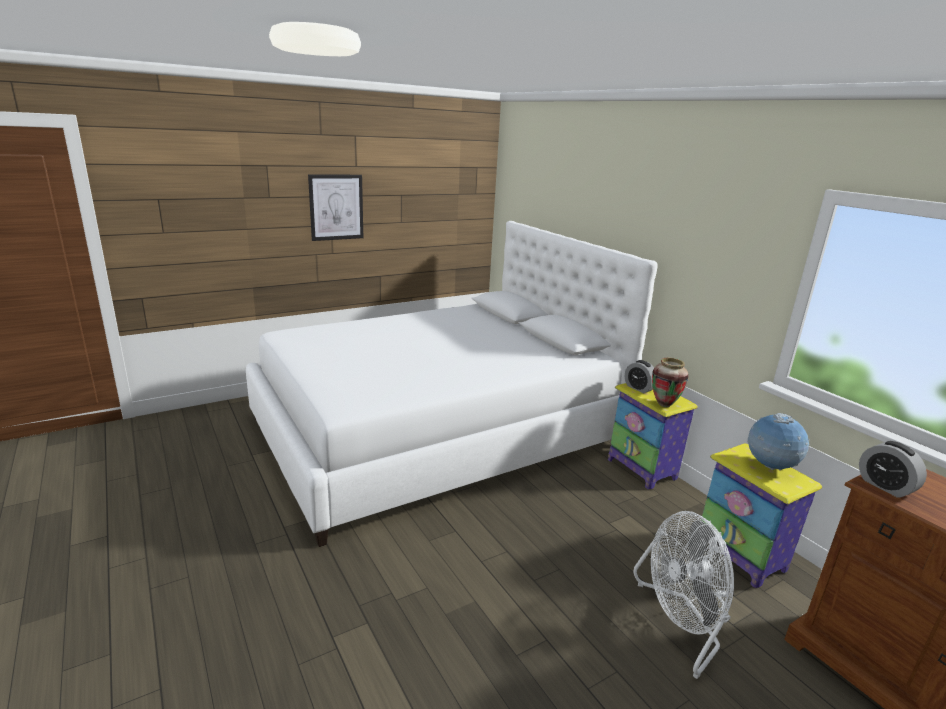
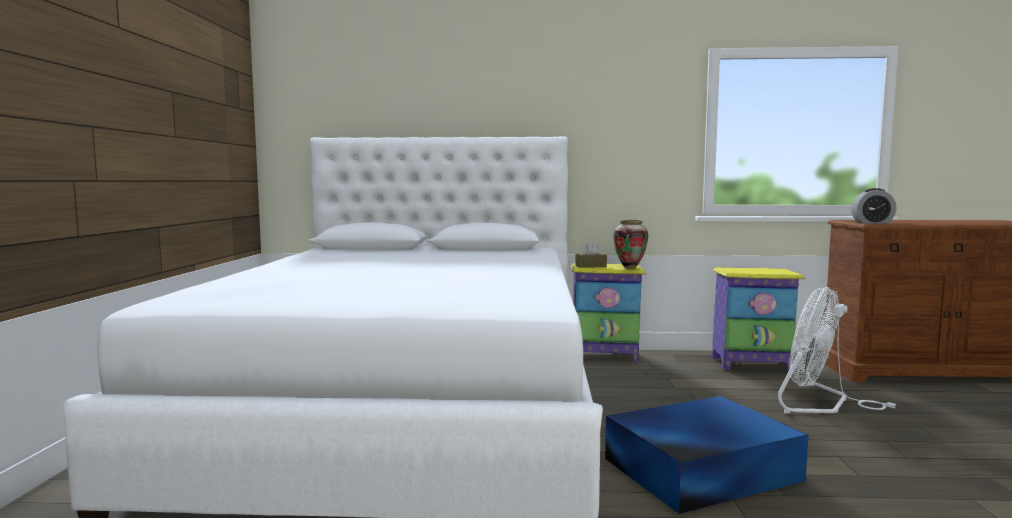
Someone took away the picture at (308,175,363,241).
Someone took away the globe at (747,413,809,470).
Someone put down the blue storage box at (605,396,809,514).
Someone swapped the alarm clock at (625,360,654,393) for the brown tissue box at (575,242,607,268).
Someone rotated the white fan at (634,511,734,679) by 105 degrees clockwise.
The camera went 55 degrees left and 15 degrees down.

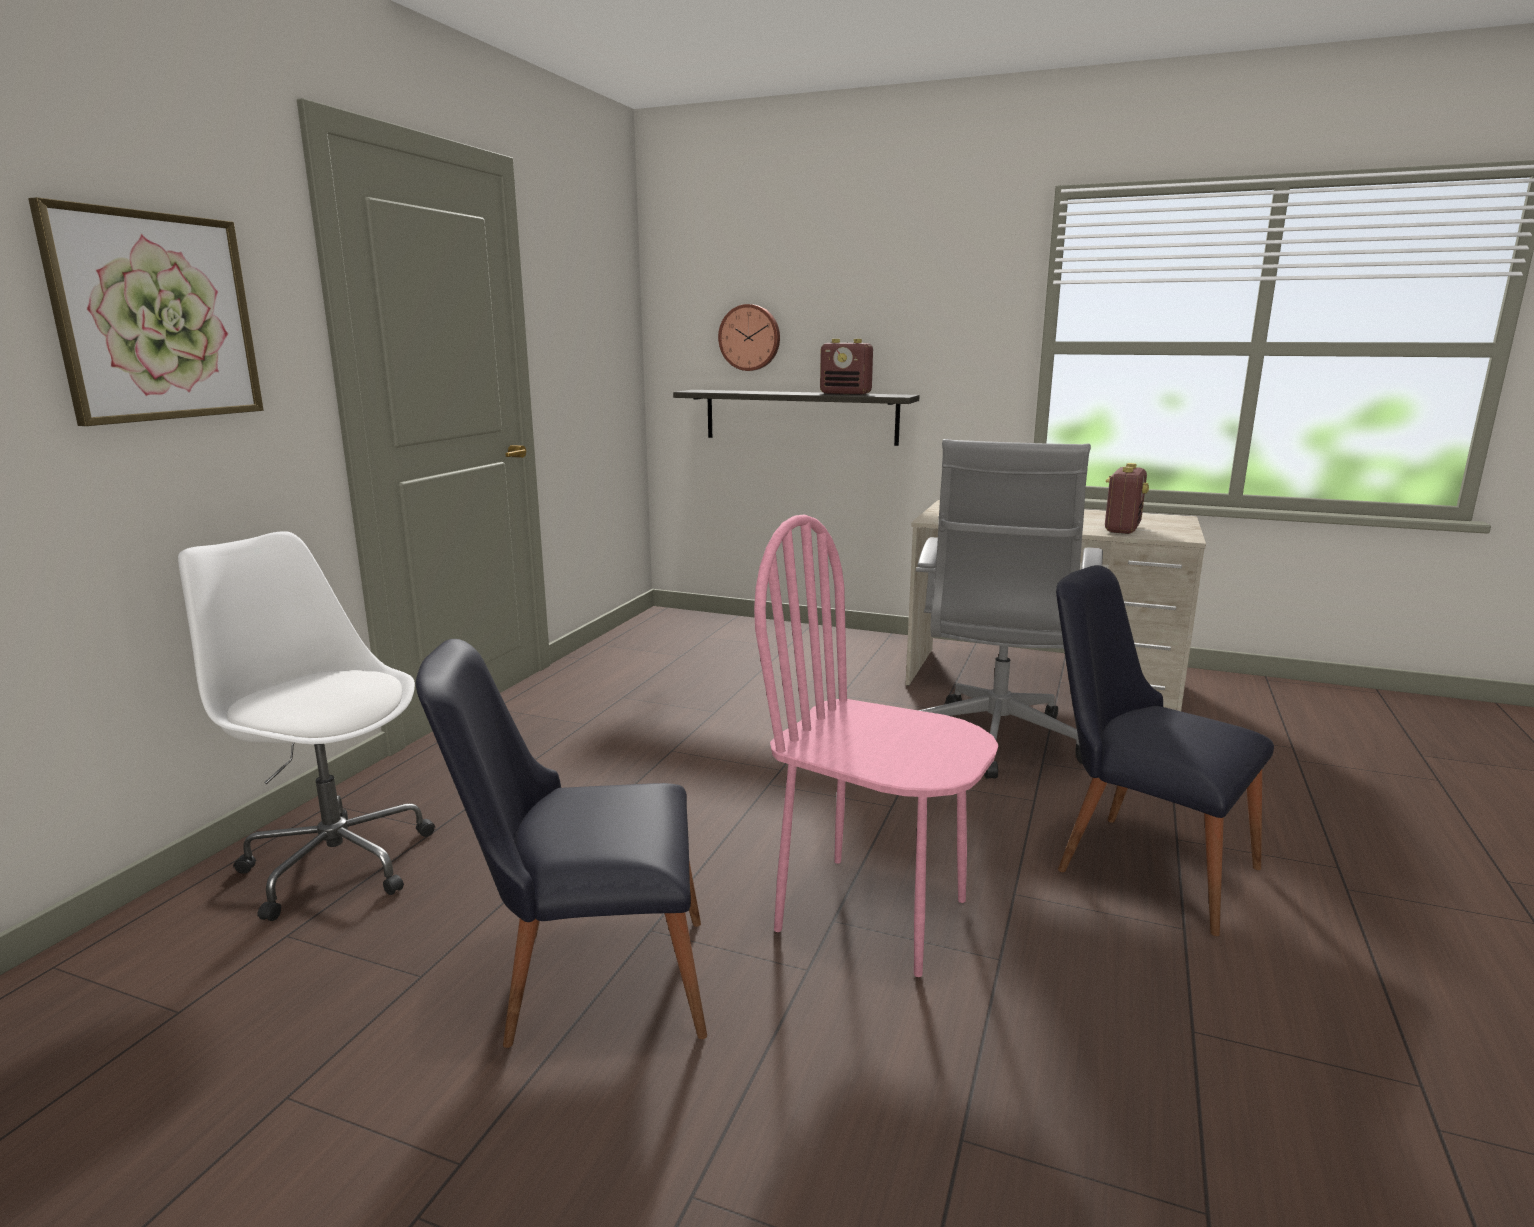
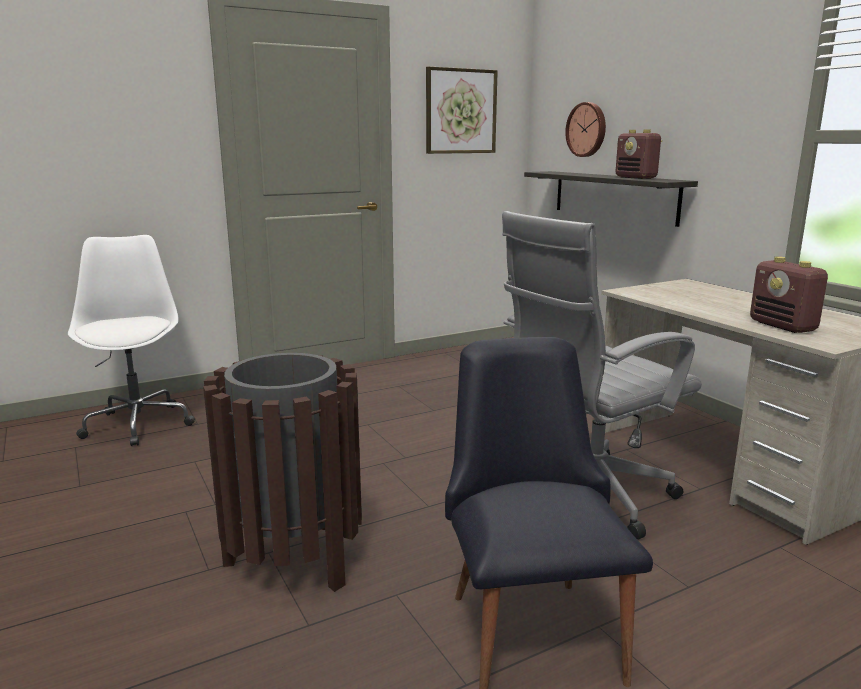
Someone took away the black chair at (416,639,707,1048).
Someone carried the picture from (28,197,264,426) to (426,66,498,154).
Someone swapped the pink chair at (754,514,999,977) for the brown trash can at (203,353,362,592).
Someone rotated the radio at (1105,463,1149,534) by 90 degrees clockwise.
The camera went 40 degrees right and 0 degrees up.

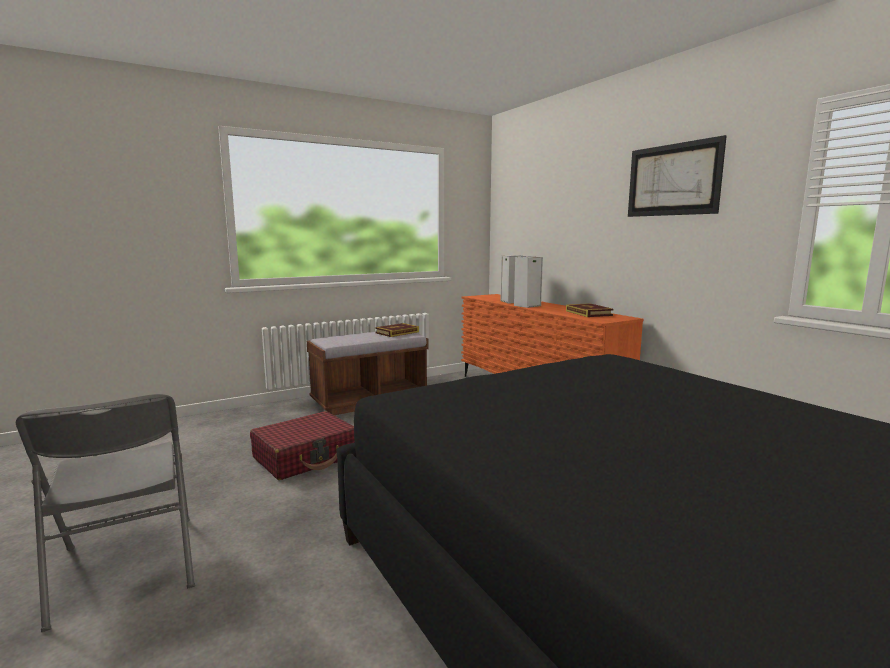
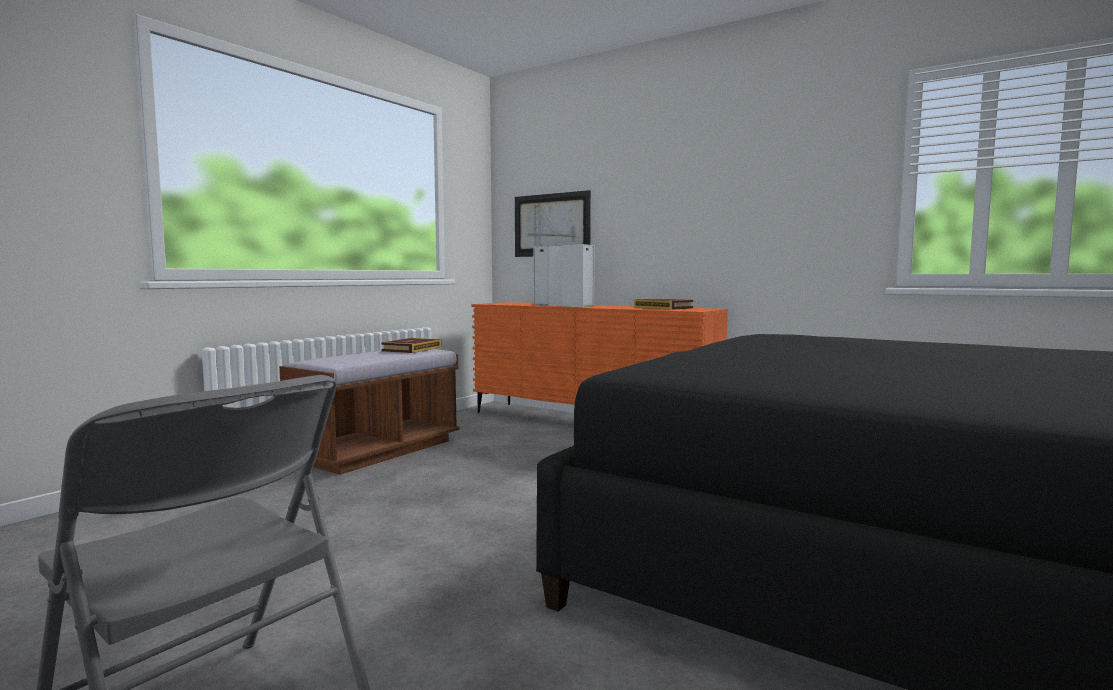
Someone took away the red suitcase at (250,411,355,480).
Someone carried the picture from (628,135,727,217) to (515,190,591,257).
The camera went 25 degrees left and 5 degrees down.

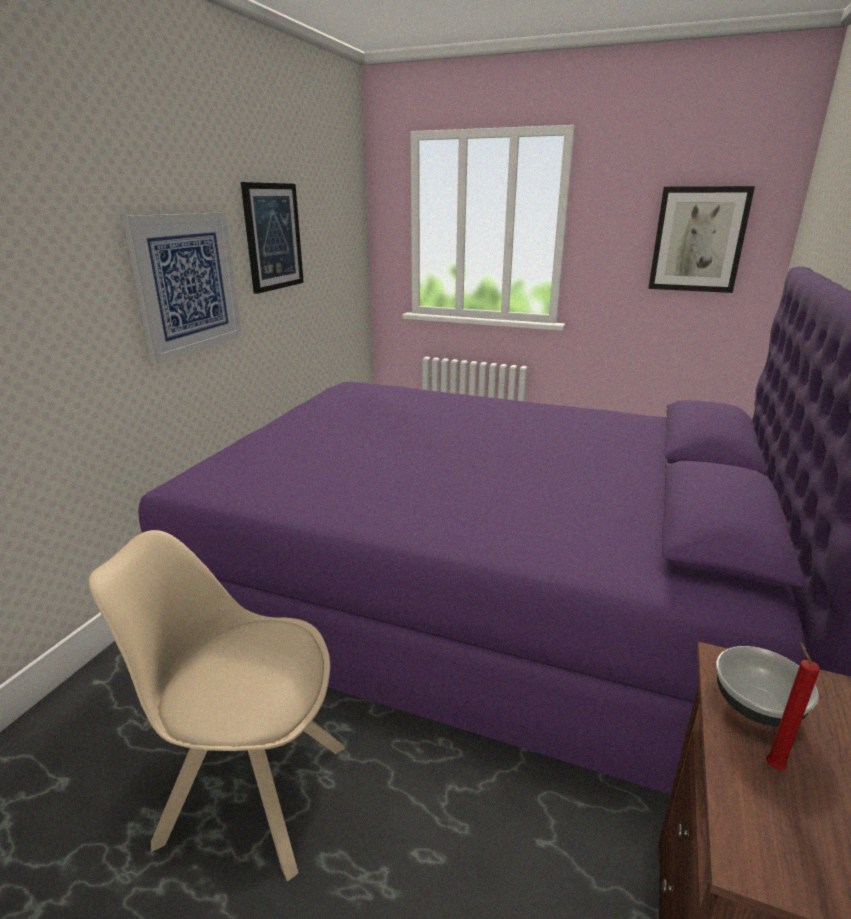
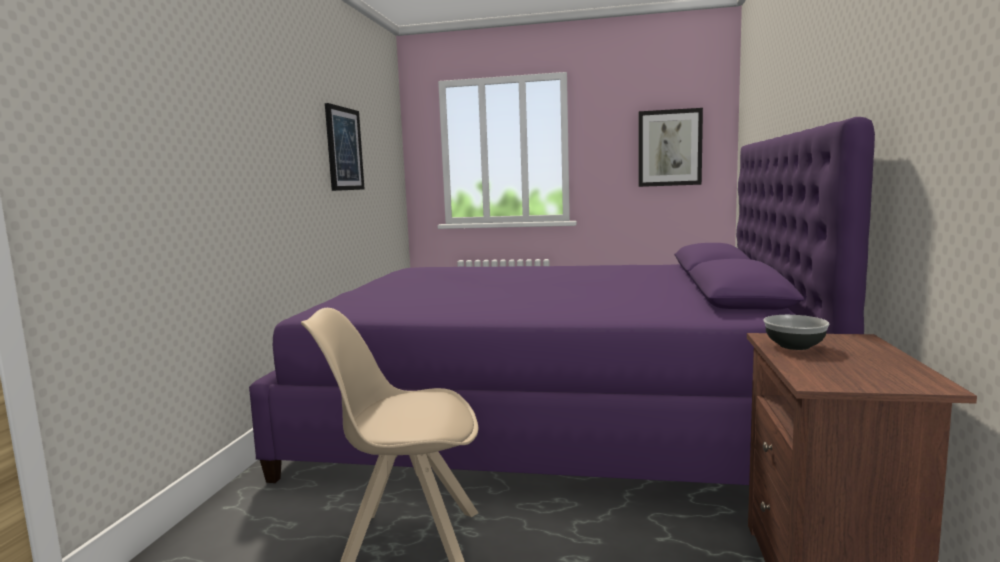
Someone took away the picture at (122,212,242,364).
Someone took away the red candle at (766,641,820,770).
The camera went 10 degrees left and 15 degrees down.

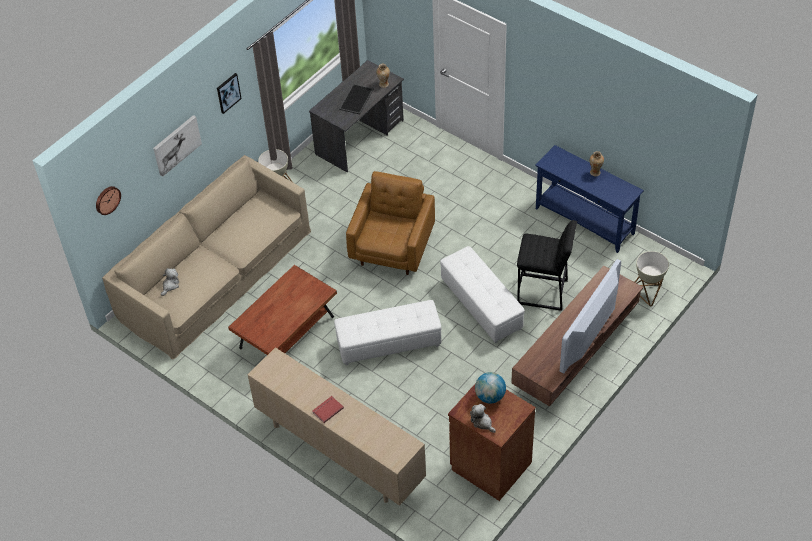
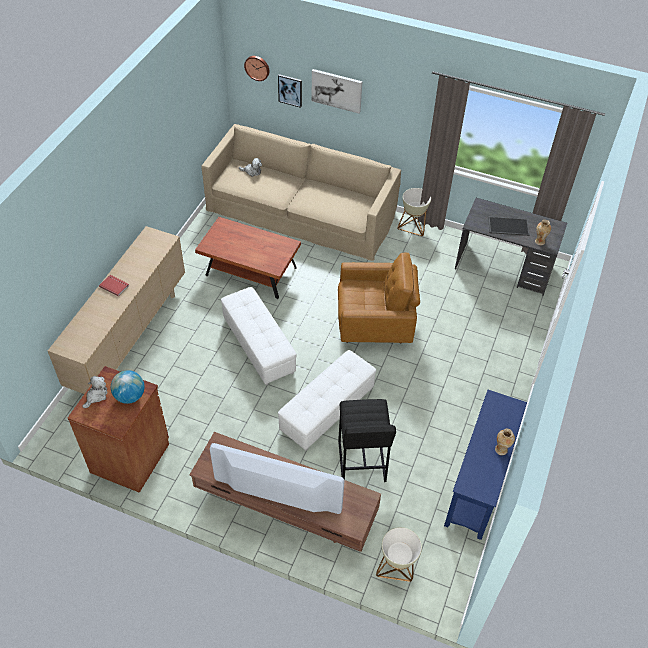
Someone carried the picture from (217,73,242,114) to (278,74,302,108).
The camera went 70 degrees right and 0 degrees up.

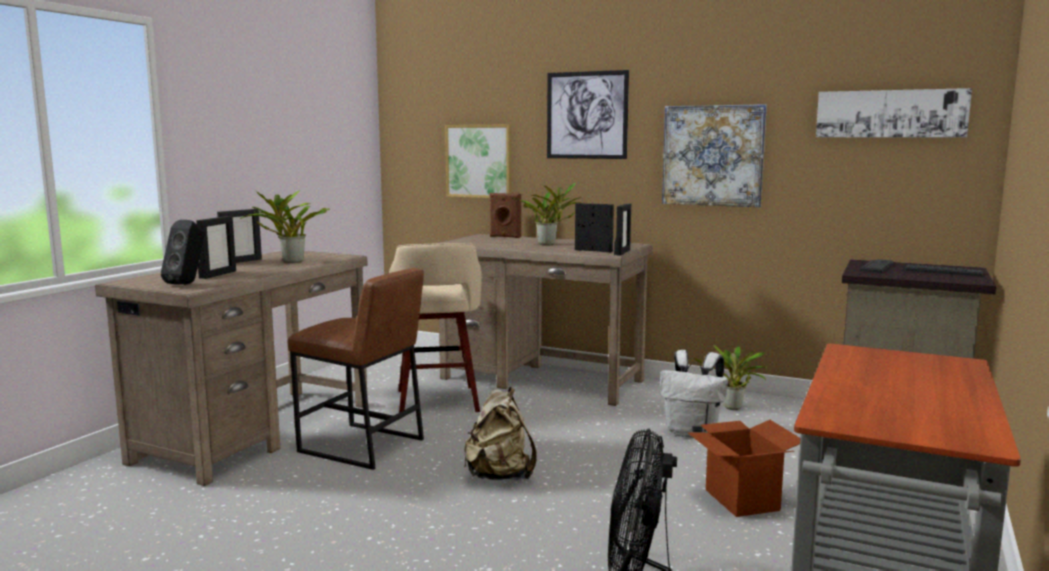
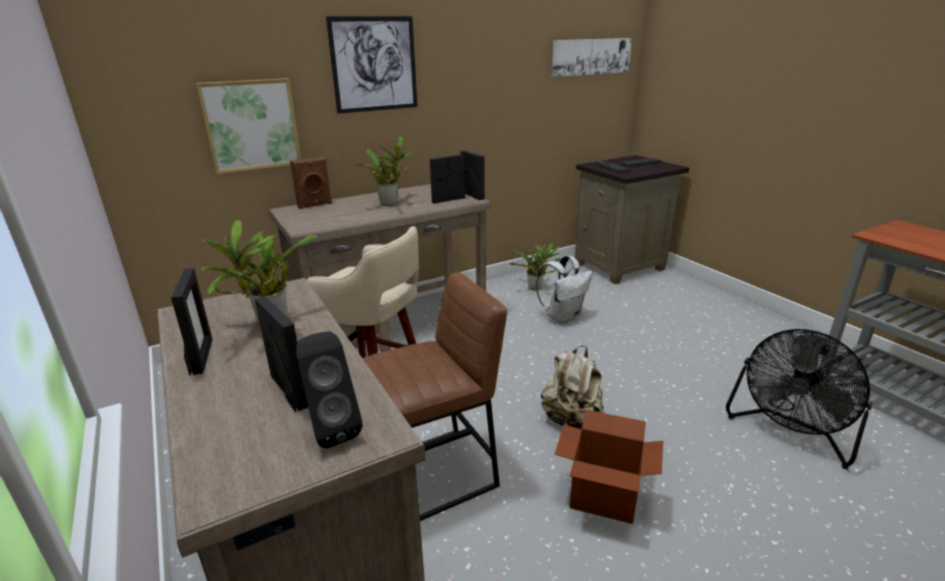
Someone took away the picture at (662,104,767,207).
Someone carried the cardboard box from (688,420,801,517) to (555,410,663,524).
The camera went 55 degrees left and 15 degrees up.

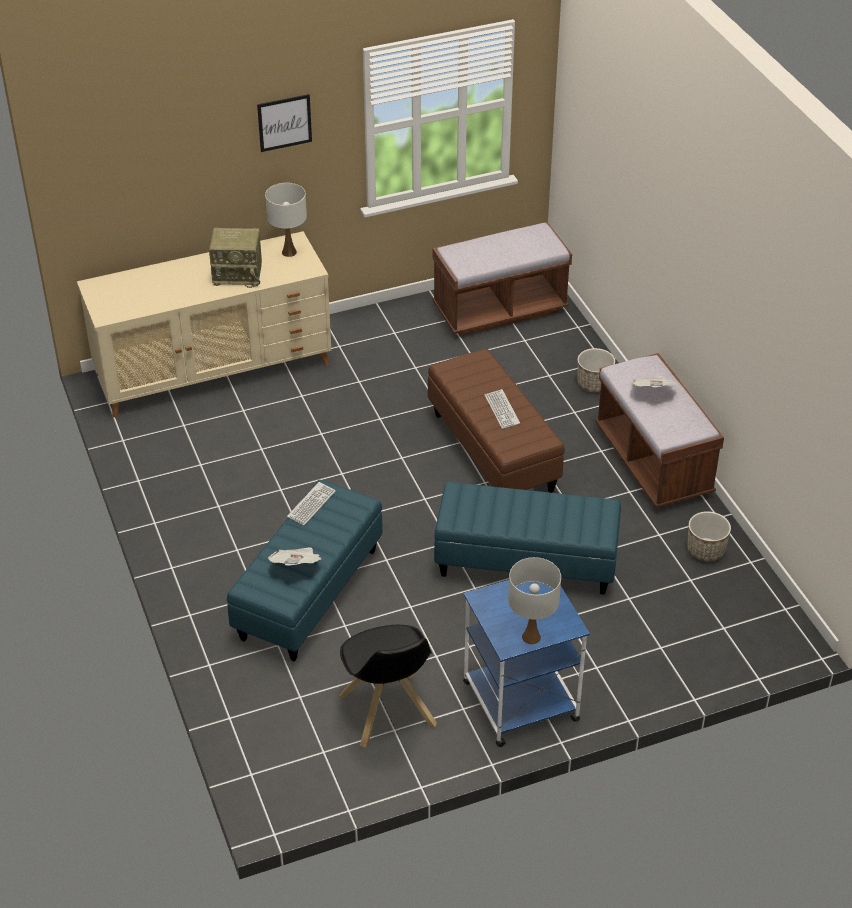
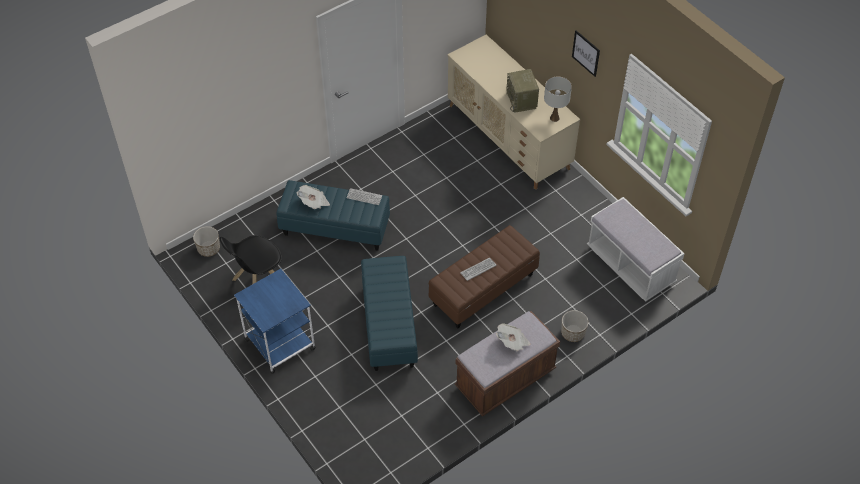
Someone took away the white table lamp at (508,557,561,644).
Someone carried the planter from (687,511,731,562) to (193,226,220,257).
Someone repainted the brown bench at (432,222,572,336), which became the white bench at (587,197,684,302).
The camera went 75 degrees right and 10 degrees up.

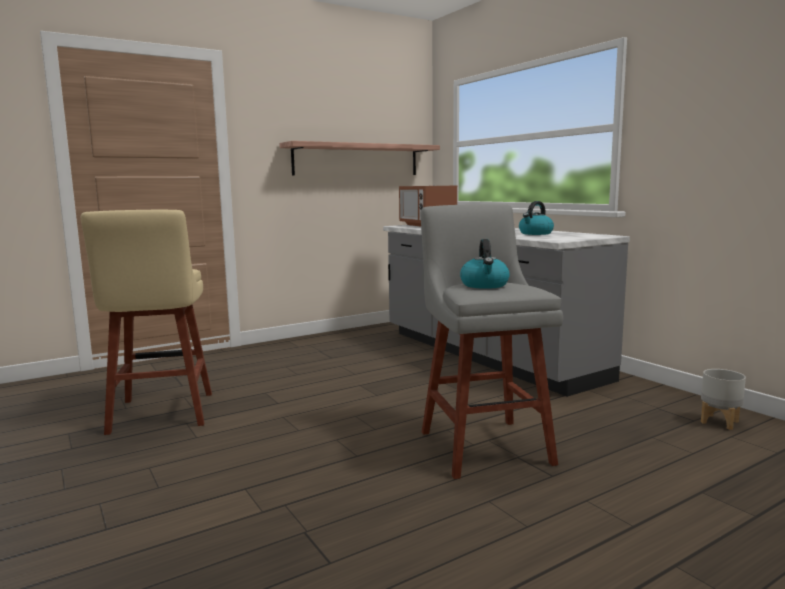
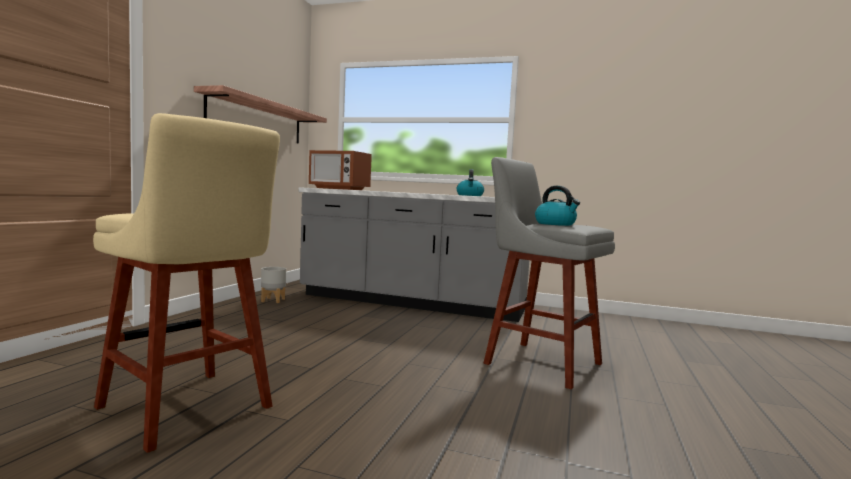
Someone carried the grey planter from (701,369,746,430) to (261,267,286,303).
The camera went 40 degrees left and 5 degrees down.

